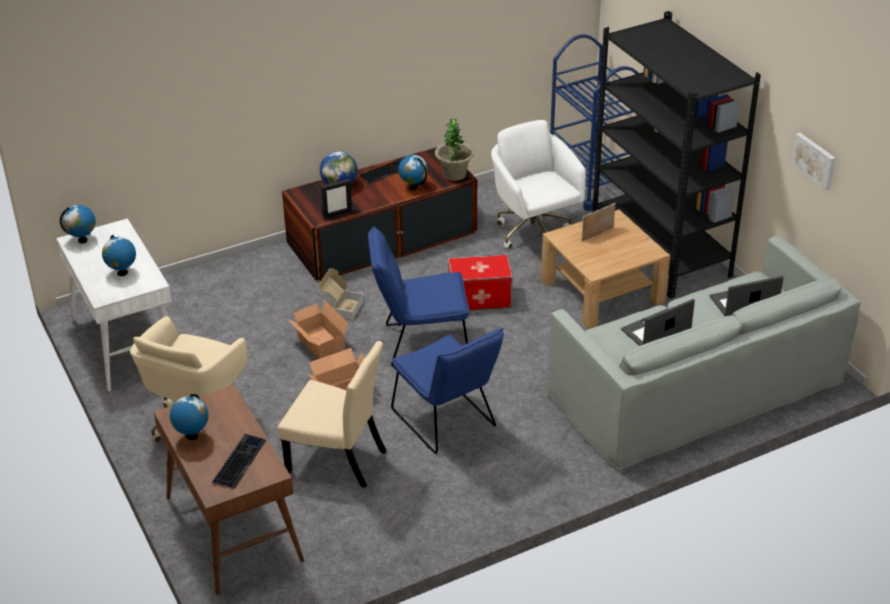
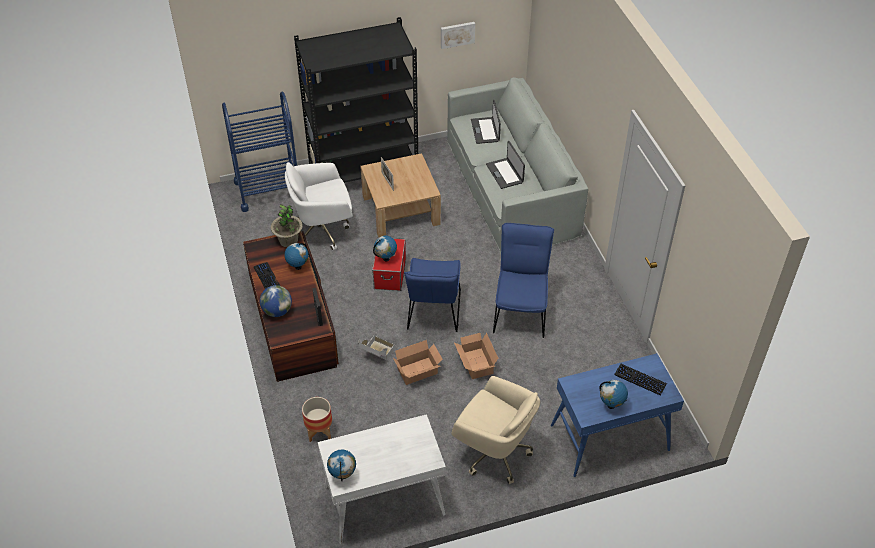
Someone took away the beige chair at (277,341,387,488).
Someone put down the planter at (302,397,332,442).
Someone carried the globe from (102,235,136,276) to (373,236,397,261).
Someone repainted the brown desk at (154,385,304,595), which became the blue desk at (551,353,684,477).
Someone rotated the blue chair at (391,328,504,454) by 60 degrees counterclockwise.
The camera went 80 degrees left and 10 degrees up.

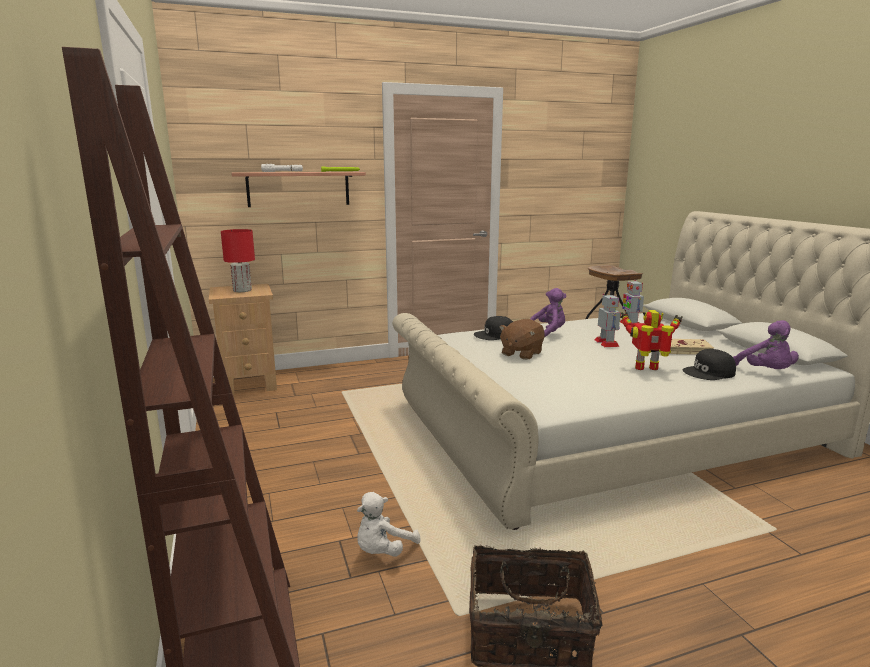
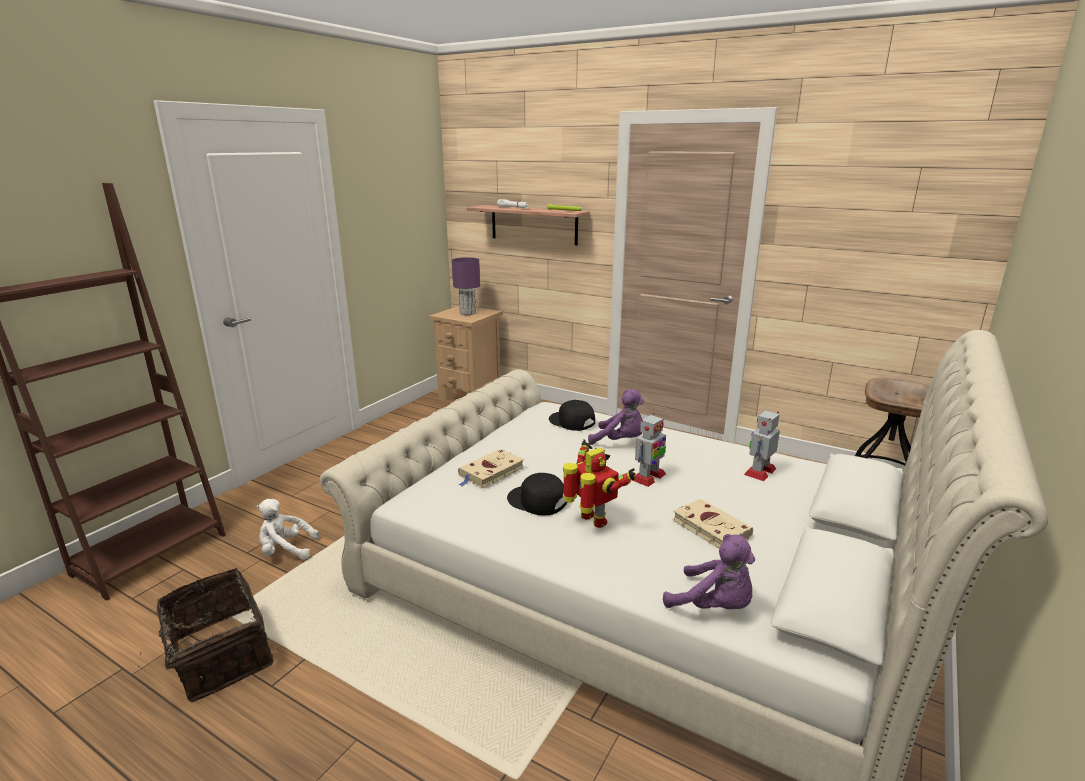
Someone took away the brown plush toy at (499,319,545,360).
Someone put down the beige book at (458,449,524,488).
Someone carried the black cap from (683,349,736,380) to (507,473,567,516).
Someone repainted the red table lamp at (221,229,255,292), which became the purple table lamp at (452,257,480,315).
Someone rotated the purple plush toy at (733,320,799,369) by 90 degrees counterclockwise.
The camera went 50 degrees right and 5 degrees up.

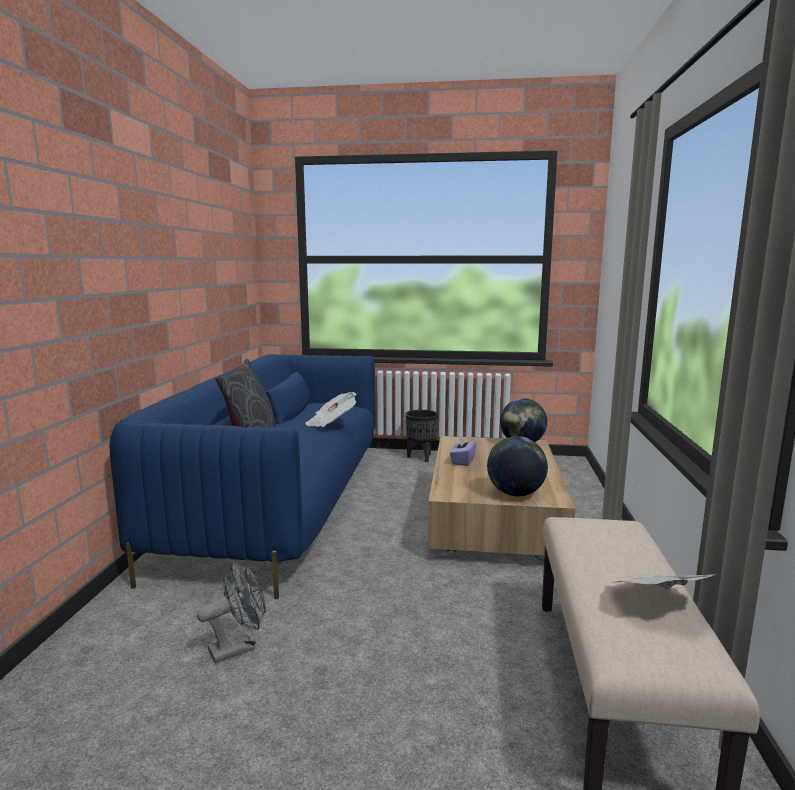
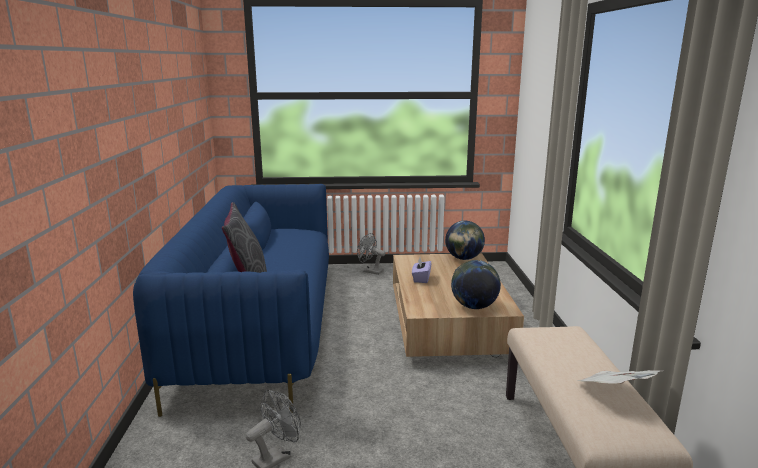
Someone took away the newspaper at (305,392,357,427).
Someone swapped the black planter at (406,410,439,462) for the grey fan at (357,233,385,275).
The camera went 10 degrees left and 5 degrees up.

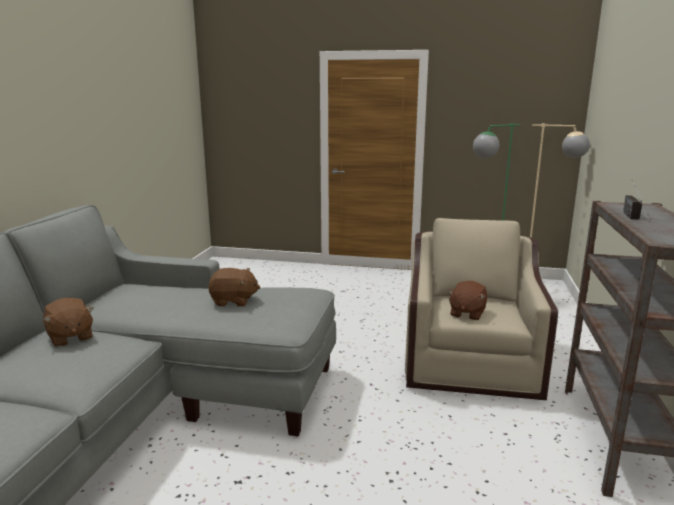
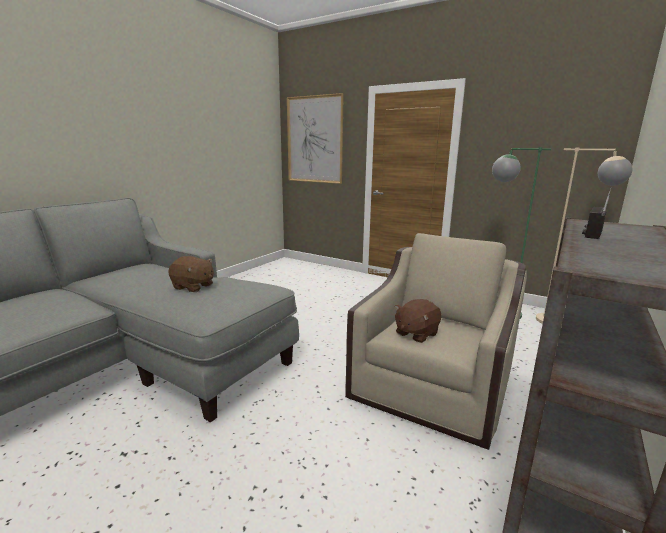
Someone took away the brown plush toy at (43,298,94,347).
Someone put up the picture at (287,93,344,184).
The camera went 20 degrees right and 0 degrees up.

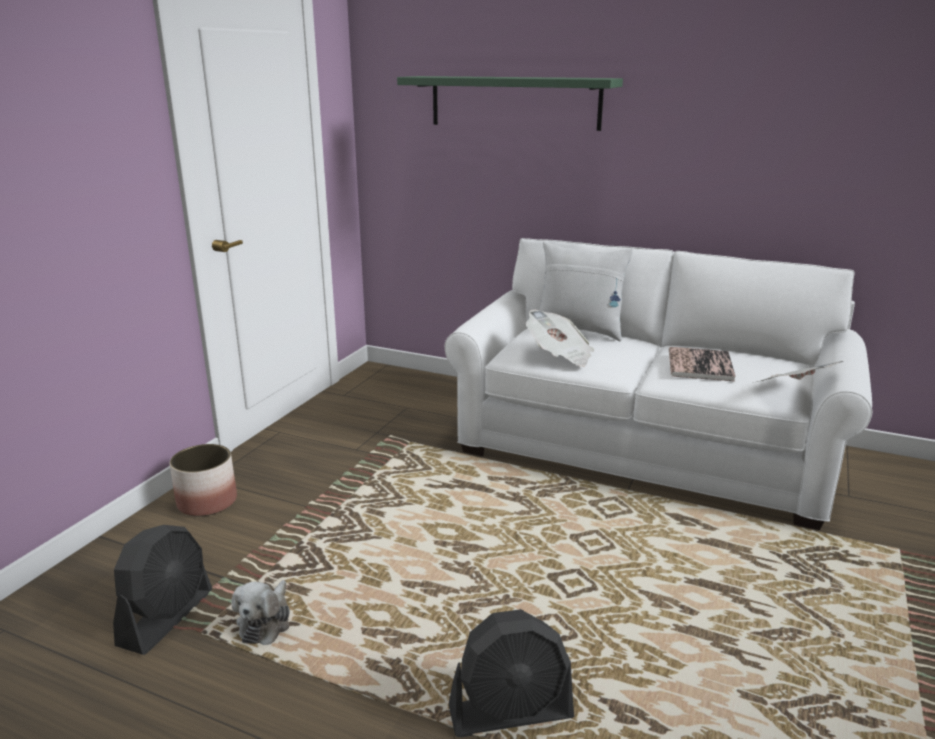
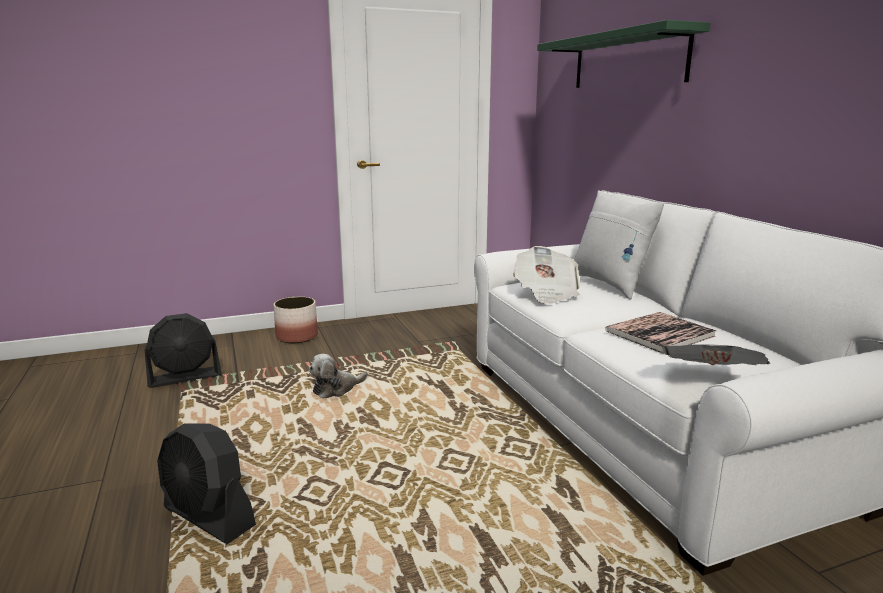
Someone carried the plush toy from (232,580,290,645) to (309,354,367,398).
The camera went 45 degrees right and 5 degrees down.

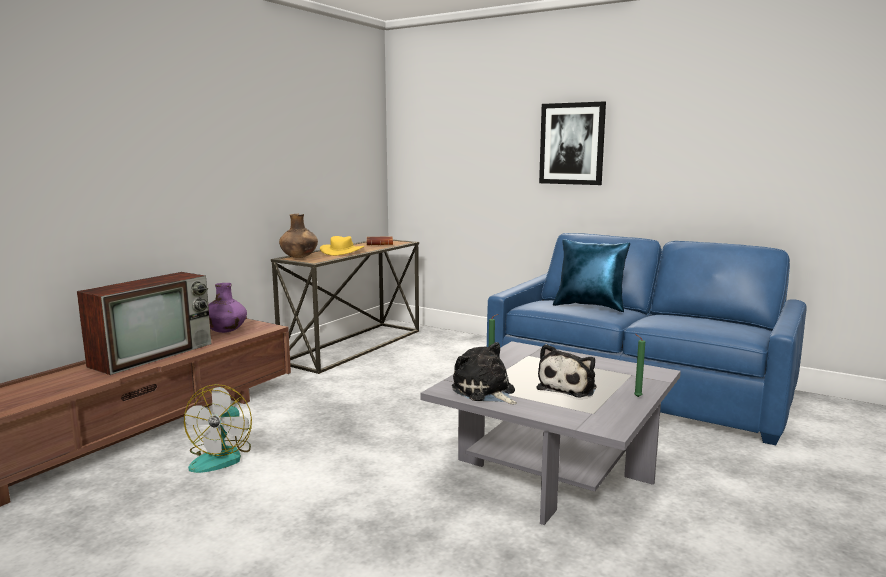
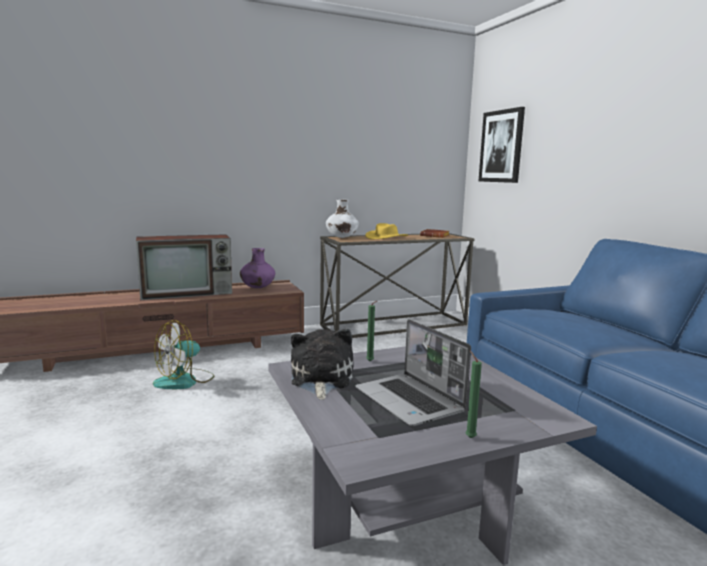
Someone took away the blue pillow at (553,239,630,312).
Someone carried the picture from (539,101,606,185) to (479,107,525,183).
Someone swapped the plush toy at (537,344,596,397) for the laptop at (355,319,471,426).
Someone repainted the brown vase at (279,214,318,258), which became the white vase at (326,199,359,238).
The camera went 35 degrees right and 0 degrees up.

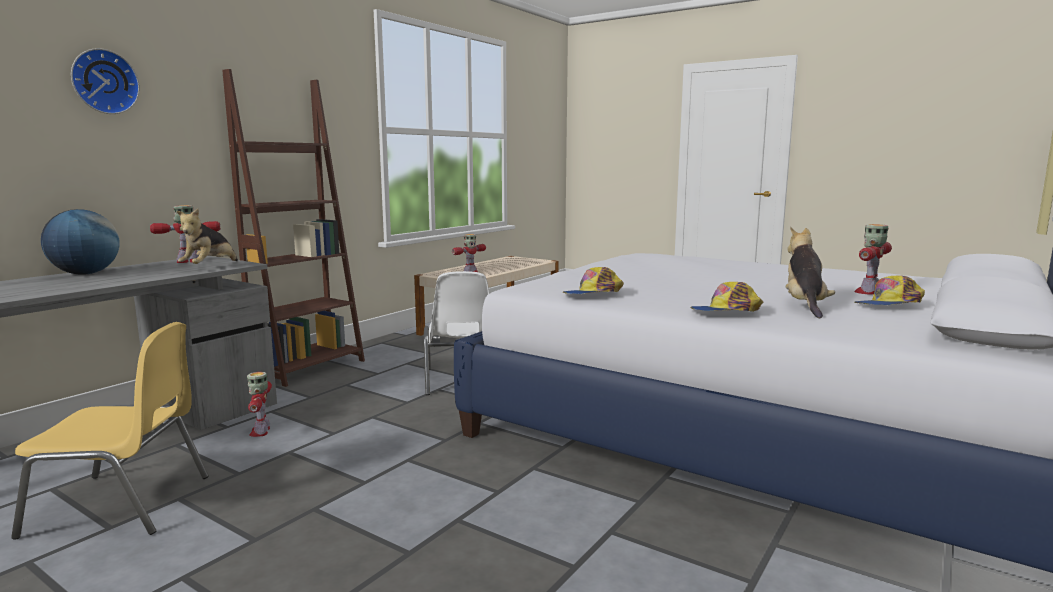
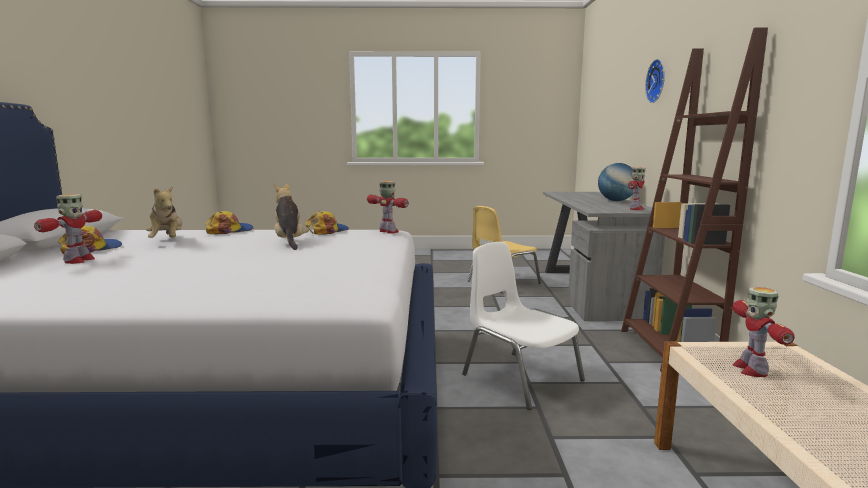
Someone carried the plush toy from (176,209,238,264) to (274,184,309,250).
Someone carried the toy robot from (247,372,272,437) to (367,181,409,233).
The camera went 145 degrees right and 0 degrees up.

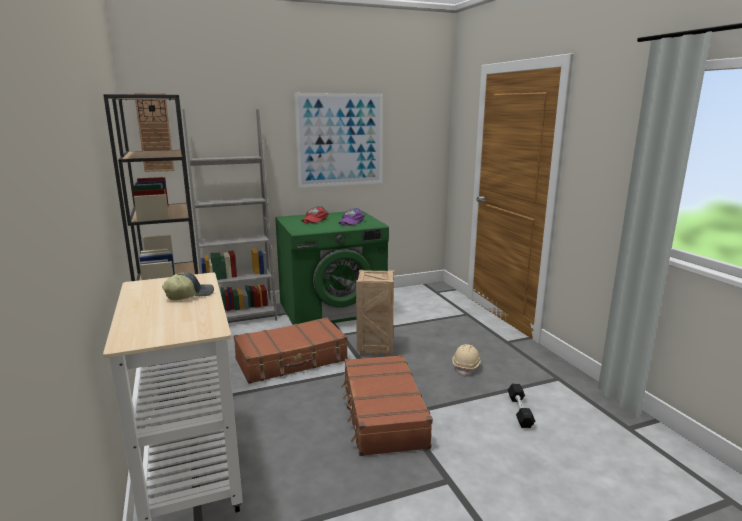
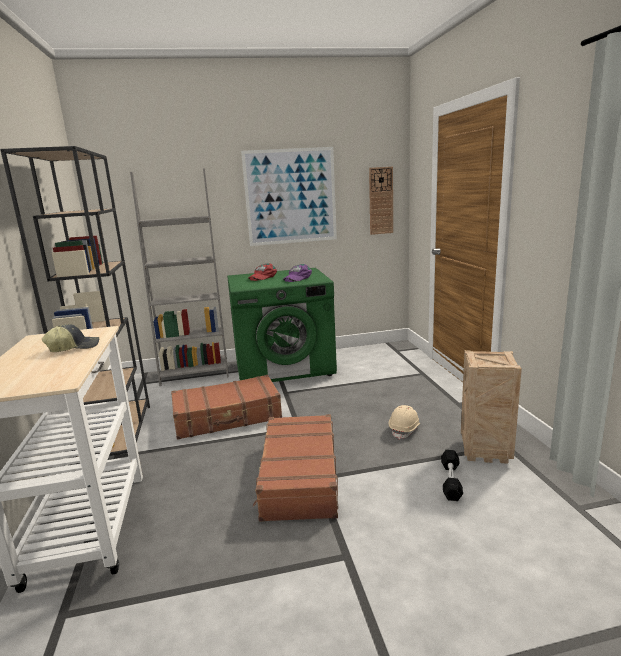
Someone carried the wall clock from (134,93,175,172) to (369,167,393,235).
Someone carried the crate from (356,270,394,356) to (461,350,522,464).
The camera went 10 degrees right and 0 degrees up.

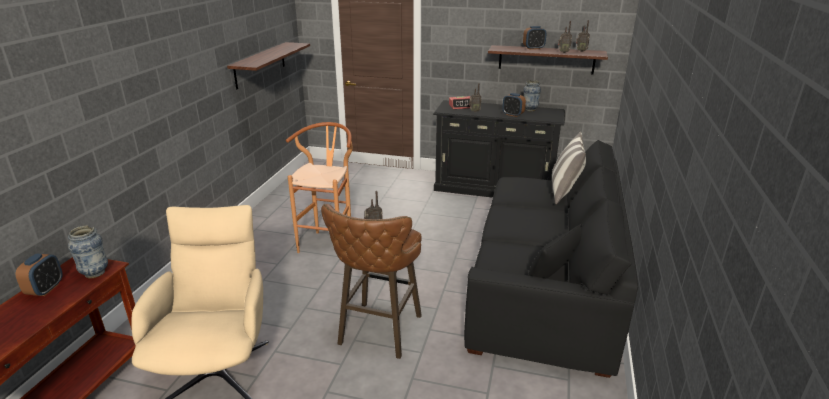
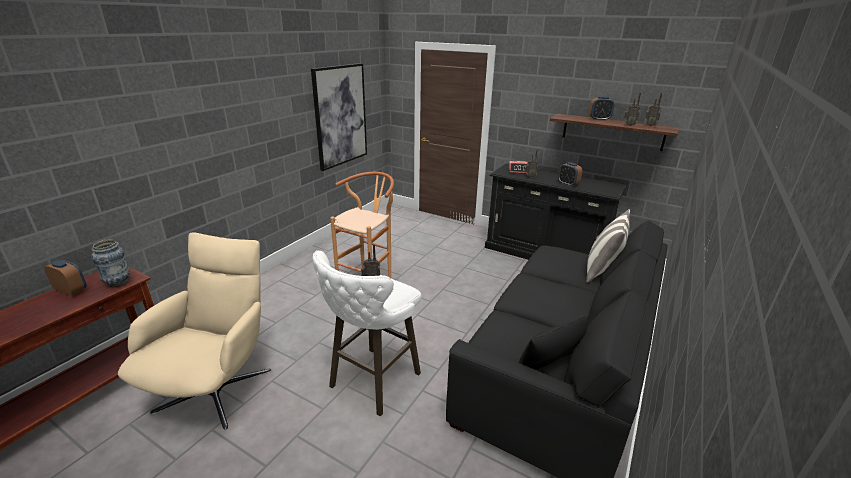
Someone took away the vase at (524,80,541,111).
Someone swapped the shelf at (227,42,310,89) for the picture at (311,63,367,171).
Someone repainted the brown stool at (321,204,422,359), which became the white stool at (313,250,422,416).
Someone rotated the alarm clock at (16,254,62,296) by 90 degrees counterclockwise.
The camera went 15 degrees right and 0 degrees up.

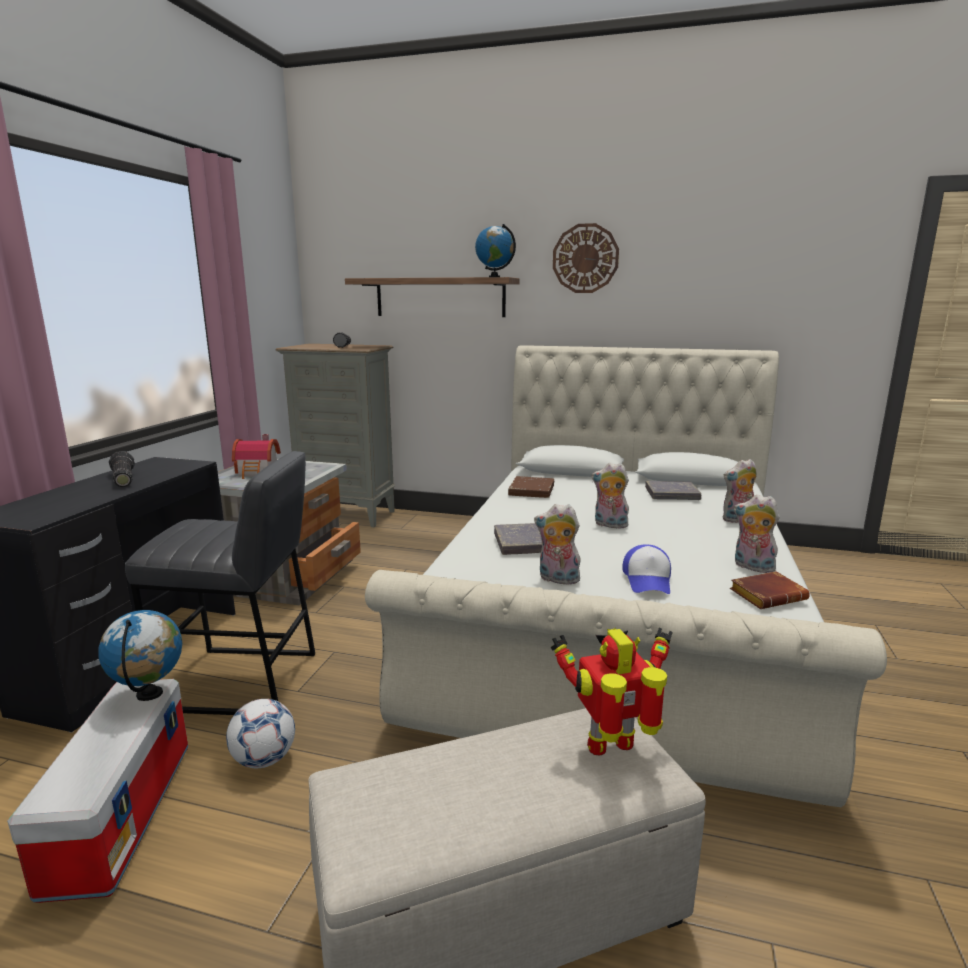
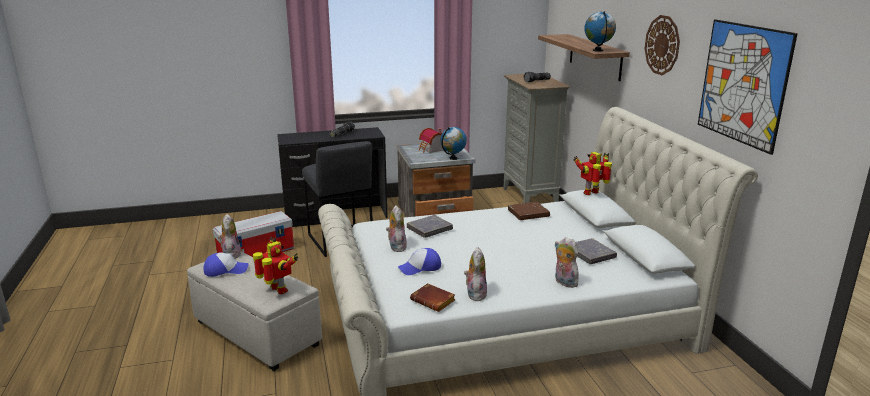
Someone took away the football at (226,699,295,768).
Someone put down the cap at (203,252,249,277).
Someone put down the toy robot at (574,152,612,195).
Someone put up the picture at (698,19,798,155).
Someone carried the globe from (99,610,182,701) to (441,127,467,160).
Someone carried the plush toy from (592,462,630,529) to (218,214,241,259).
The camera went 60 degrees right and 5 degrees up.

